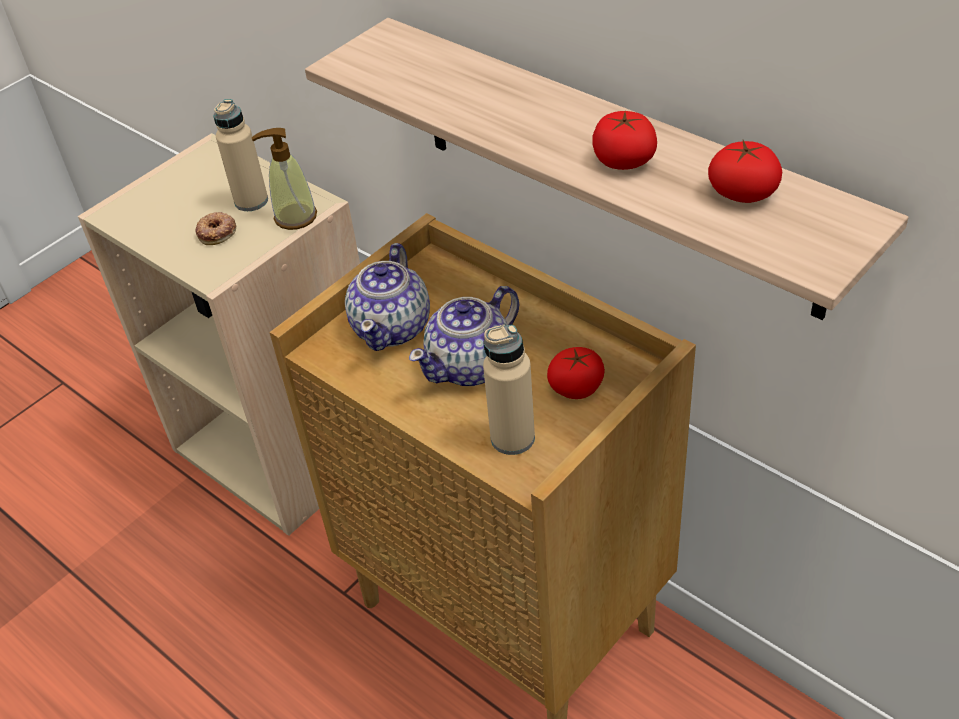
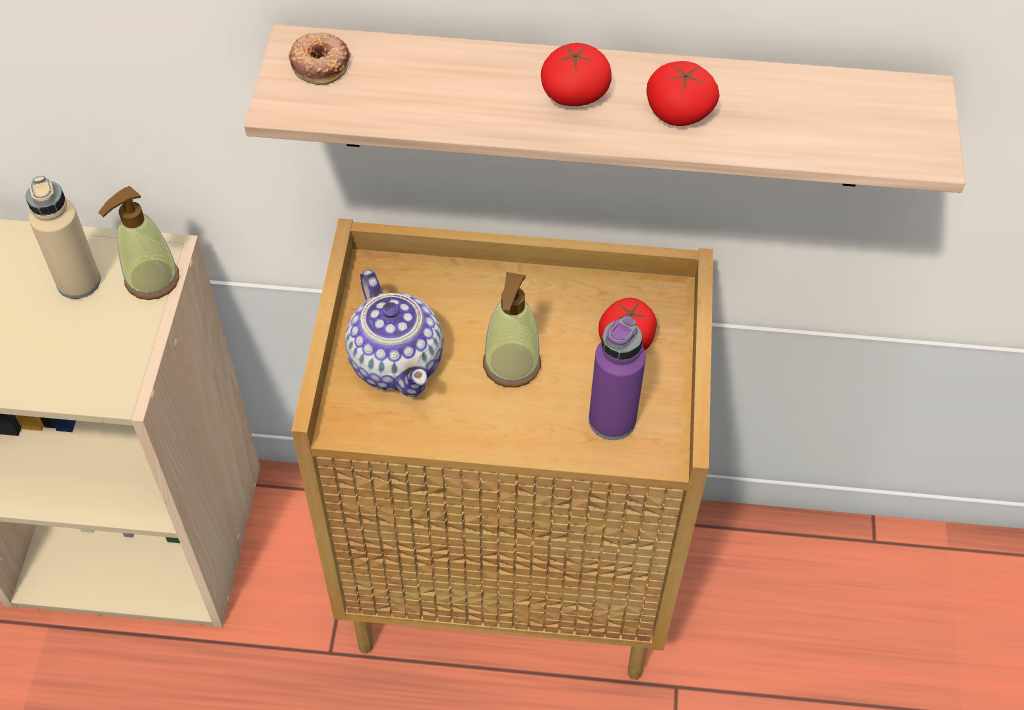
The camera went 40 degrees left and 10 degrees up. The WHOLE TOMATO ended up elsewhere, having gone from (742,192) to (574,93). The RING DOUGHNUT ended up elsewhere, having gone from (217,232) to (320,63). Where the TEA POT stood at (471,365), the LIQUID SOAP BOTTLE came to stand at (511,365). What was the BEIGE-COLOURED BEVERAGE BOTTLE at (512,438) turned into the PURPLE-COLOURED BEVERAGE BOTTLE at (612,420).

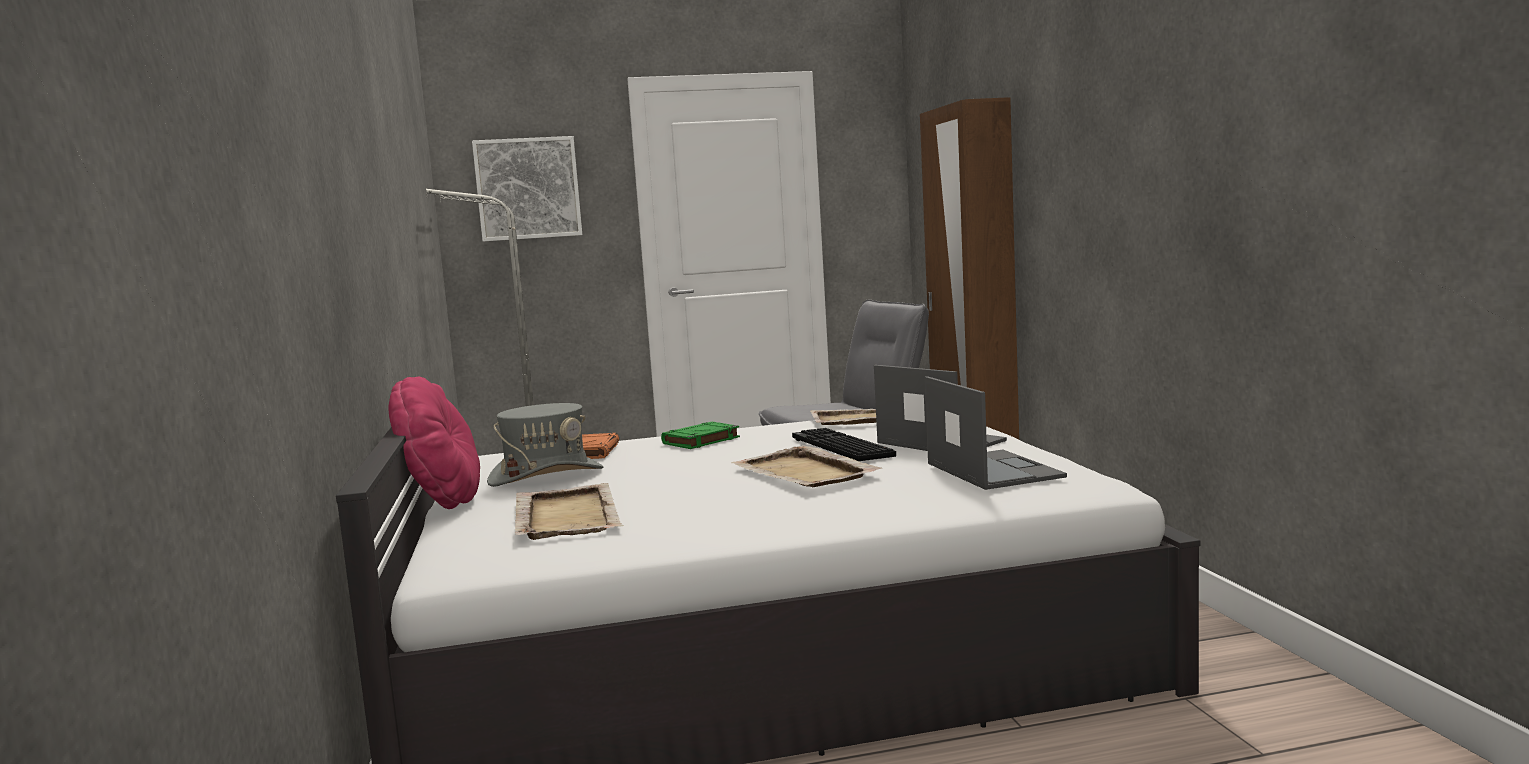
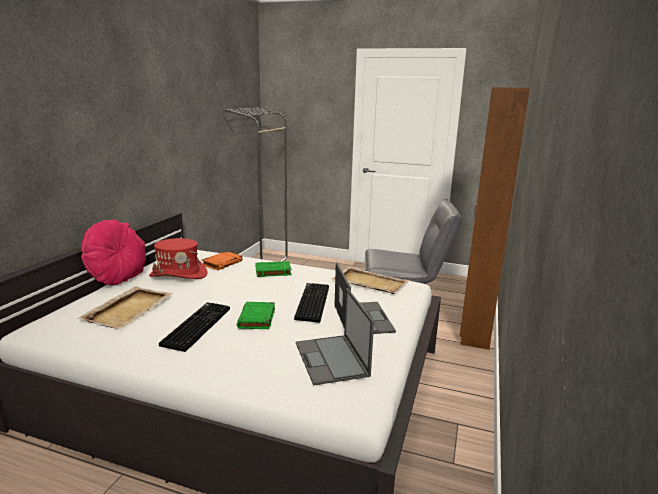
The camera went 30 degrees right and 10 degrees up. The second view lost the WALL ART at (528,188). The PORTABLE COMPUTER at (992,470) ended up facing another way, 150 degrees clockwise from before. What was the GREYISH CLOTHING HAT at (546,476) turned into the RED CLOTHING HAT at (178,275). Where the BEIGE-COLOURED CARRYING TRAY stood at (805,472), the GREEN-COLOURED VOLUME came to stand at (257,319). The second view gained the KEYBOARD at (196,326).

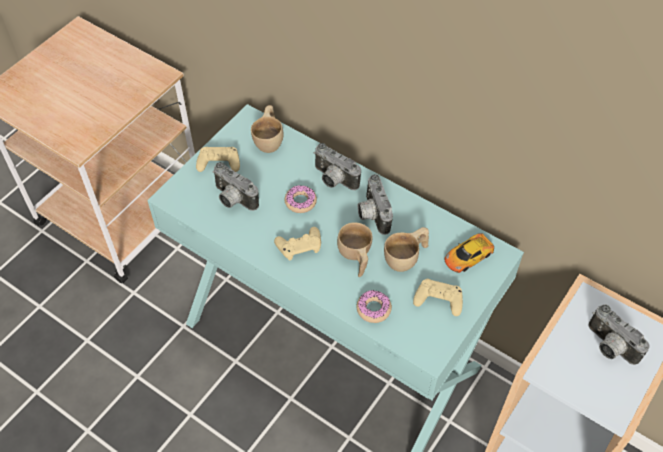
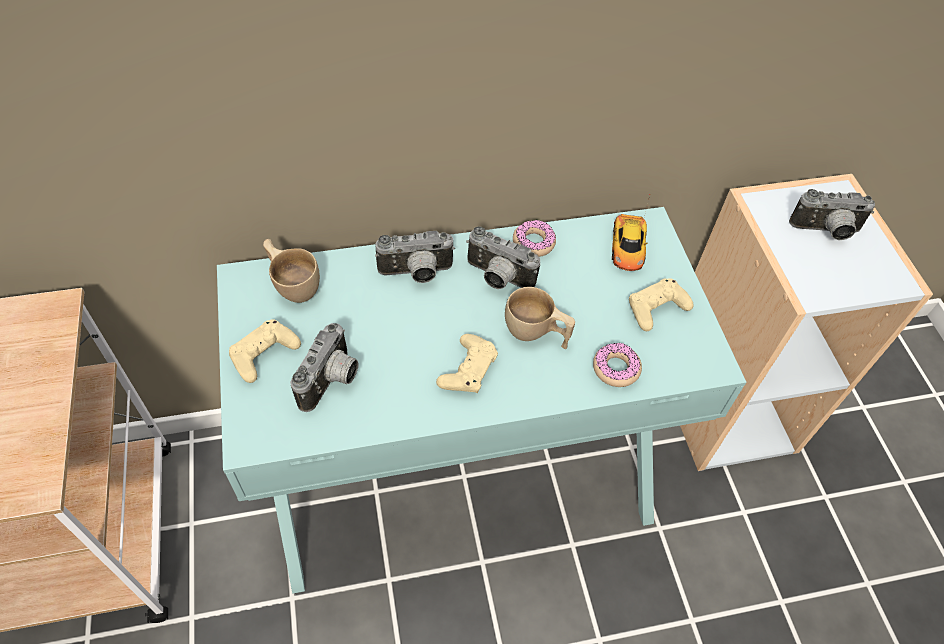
The camera went 50 degrees left and 0 degrees up. The STILL CAMERA at (232,199) ended up facing another way, 60 degrees counterclockwise from before. The RING DOUGHNUT ended up elsewhere, having gone from (300,202) to (533,243). The second view lost the BEIGE-COLOURED CUP at (407,258).

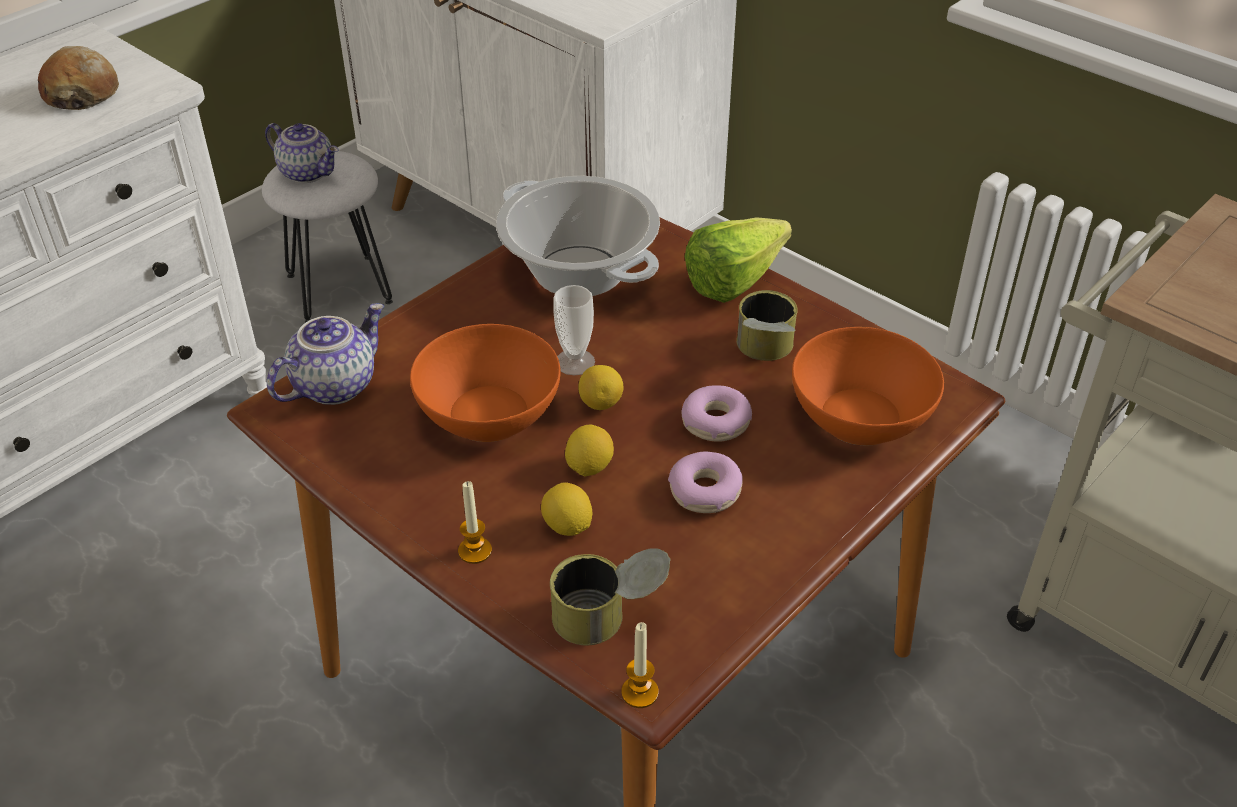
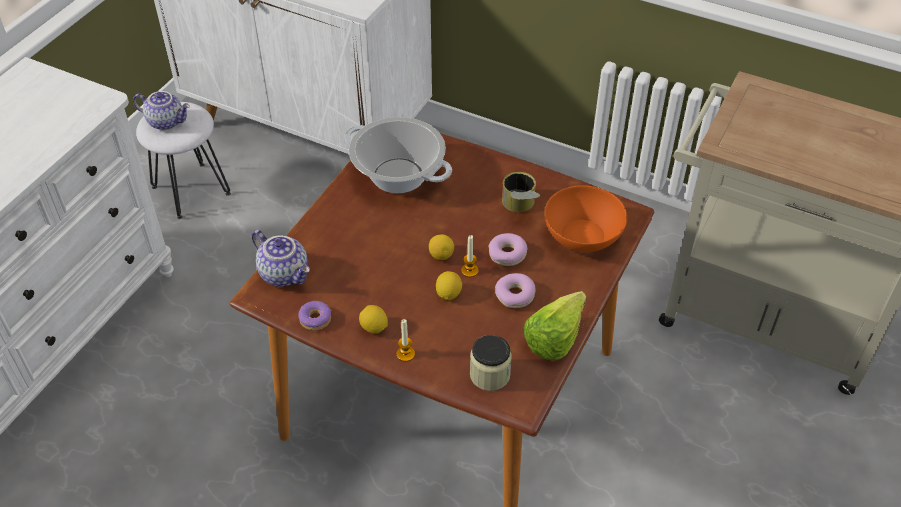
The camera went 15 degrees left and 5 degrees up. The second view lost the BAKED BREAD at (82,93). The HEAD OF LETTUCE ended up elsewhere, having gone from (743,280) to (560,335). The second view lost the CUP at (575,362). The TEA POT at (334,384) ended up facing another way, 105 degrees clockwise from before. The second view lost the ORANGE-COLOURED SERVING BOWL at (488,414). The CITRUS FRUIT ended up elsewhere, having gone from (567,526) to (374,328). Where the SEALED CAN stood at (609,618), the PRESERVE JAR came to stand at (490,375). The WAX CANDLE ended up elsewhere, having gone from (639,692) to (469,270). The second view gained the RING DOUGHNUT at (315,319).

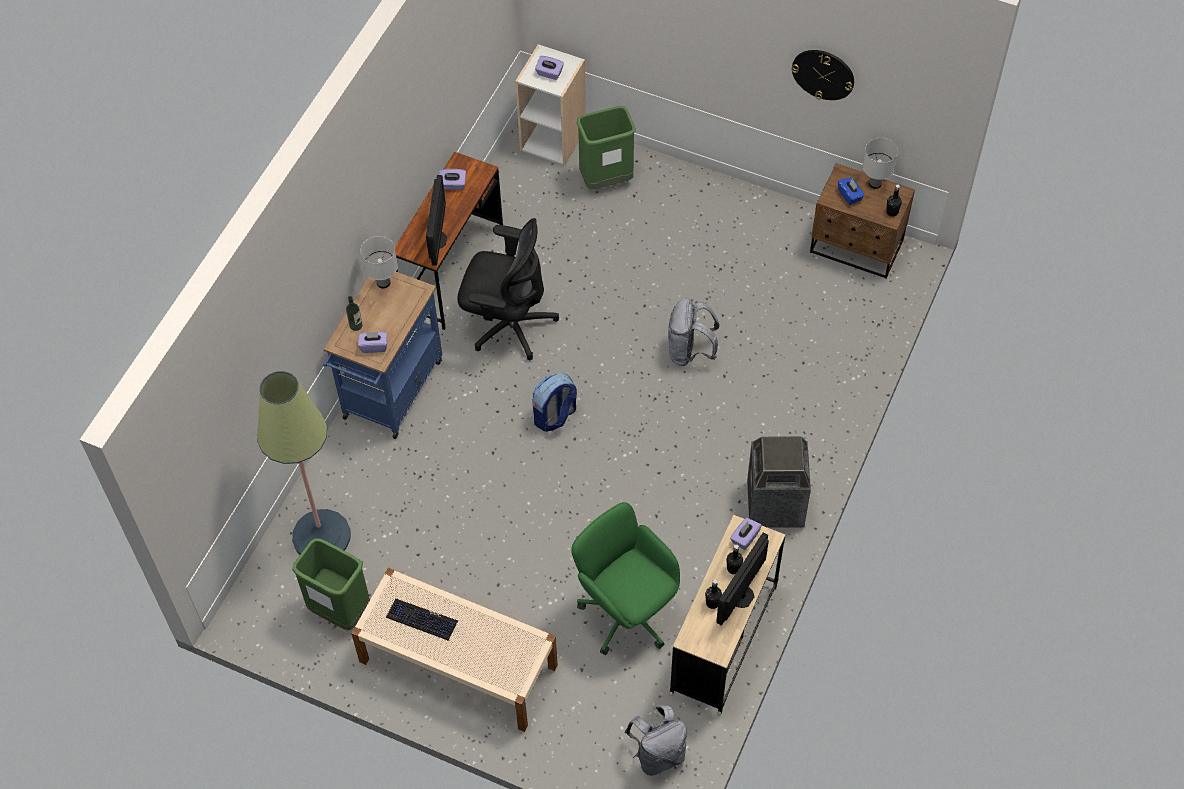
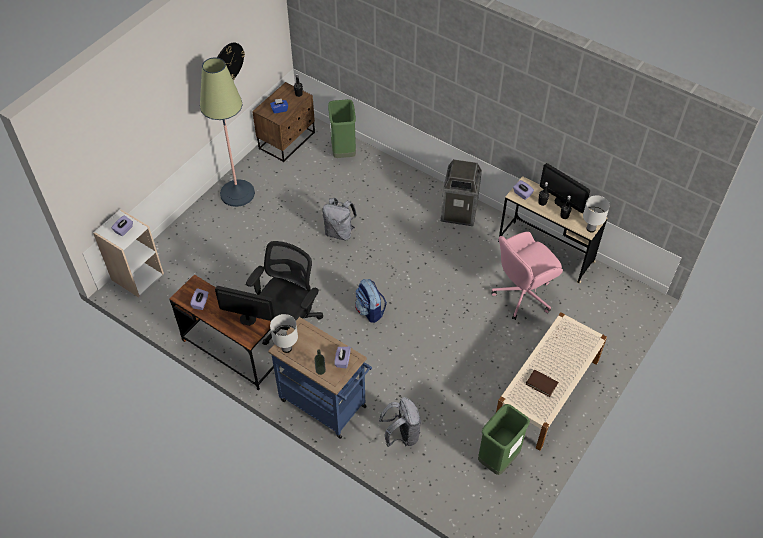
The camera went 80 degrees left and 5 degrees down. The GREEN-COLOURED TRASH CAN ended up elsewhere, having gone from (606,180) to (343,152). The WHITE-COLOURED LAMP FOR A TABLE ended up elsewhere, having gone from (875,183) to (590,228). The FLOOR LAMP ended up elsewhere, having gone from (321,536) to (237,193). What was the GREEN-COLOURED OFFICE CHAIR at (627,614) turned into the PINK OFFICE CHAIR at (522,295). Where the KEYBOARD stood at (422,620), the BROWNISH VOLUME came to stand at (541,384). The GREYISH BACKPACK ended up elsewhere, having gone from (658,754) to (402,435).

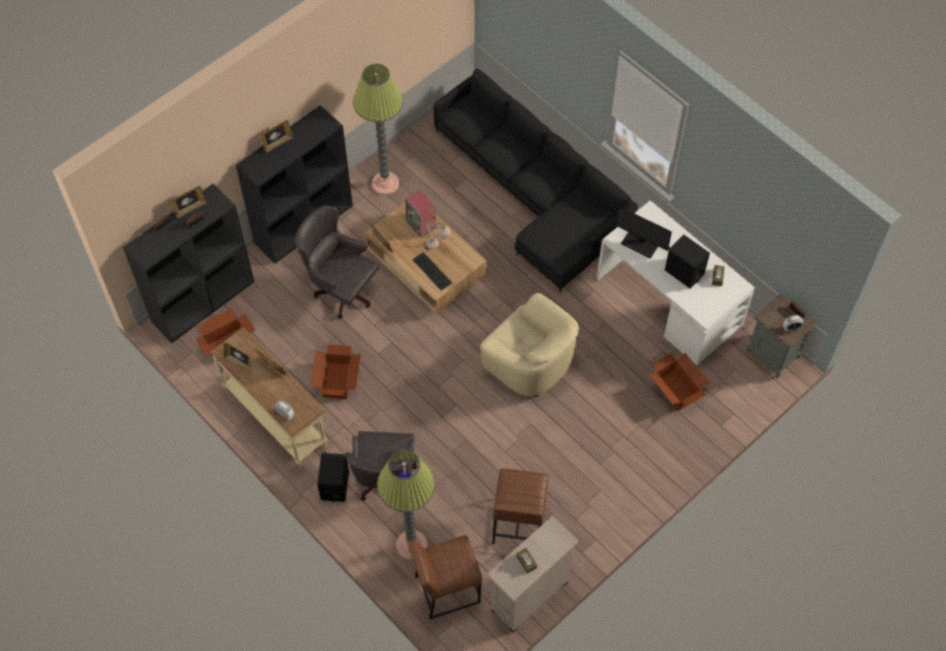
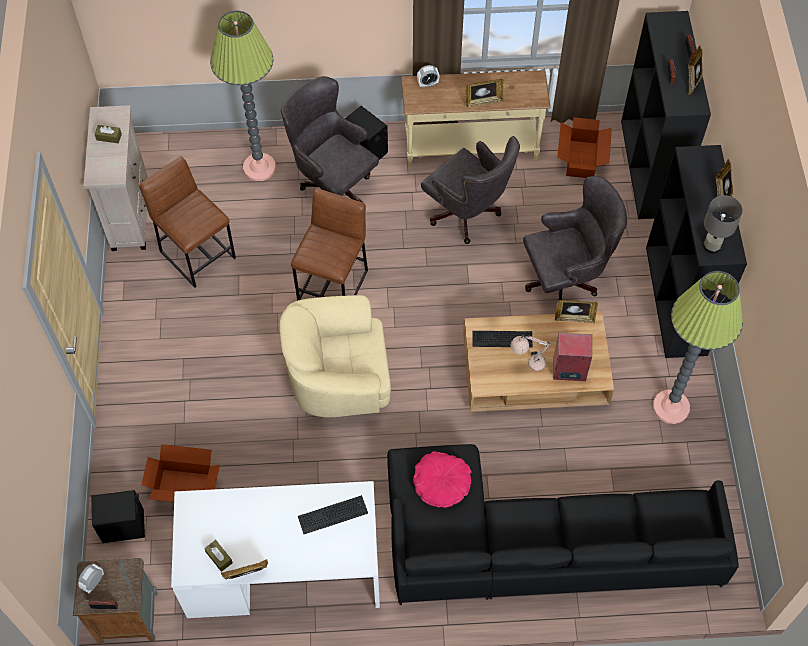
The camera went 130 degrees right and 0 degrees up. Where the COMPUTER SCREEN stood at (641,243), the KEYBOARD came to stand at (332,516). The BLACK SPEAKER ended up elsewhere, having gone from (684,272) to (123,526). The STANDING FRAME ended up elsewhere, having gone from (239,363) to (247,575). Where the PACKING BOX stood at (338,380), the GREYISH OFFICE CHAIR came to stand at (467,216). The BROWNISH PLAIN CHAIR ended up elsewhere, having gone from (446,589) to (333,284). The second view gained the GREYISH LAMP FOR A TABLE at (712,245). The second view gained the PINK PILLOW at (441,484).

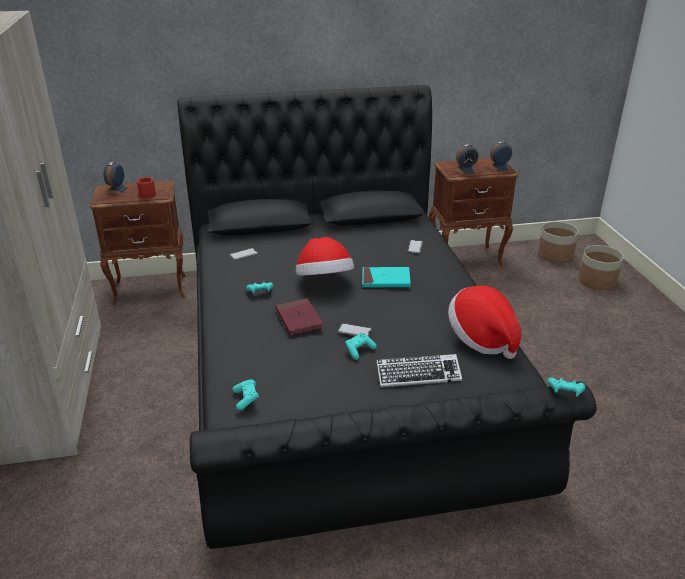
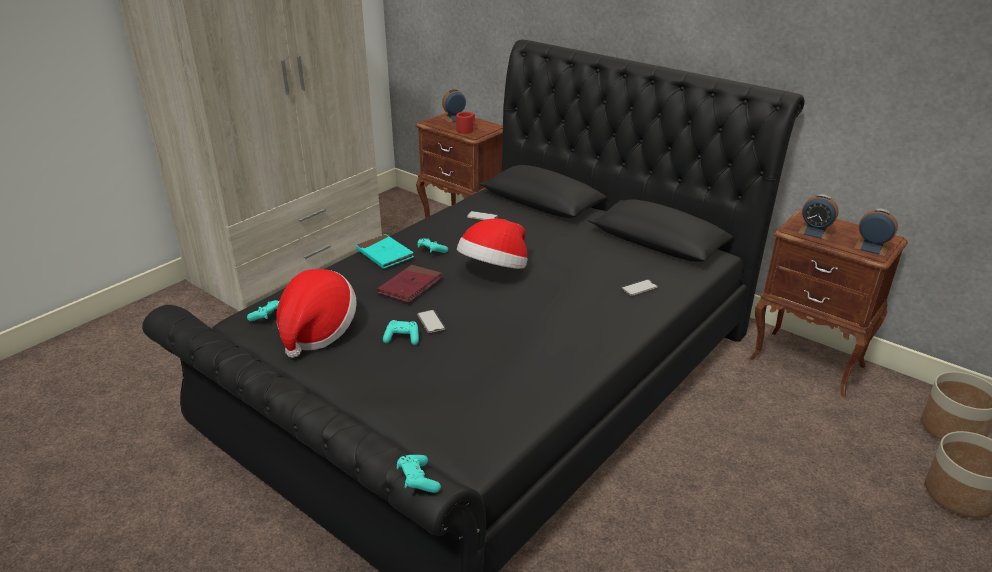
The camera went 50 degrees right and 0 degrees up. The TURQUOISE VOLUME ended up elsewhere, having gone from (386,280) to (384,254). The CLOTHING HAT ended up elsewhere, having gone from (481,338) to (317,331). The second view lost the KEYBOARD at (418,375).

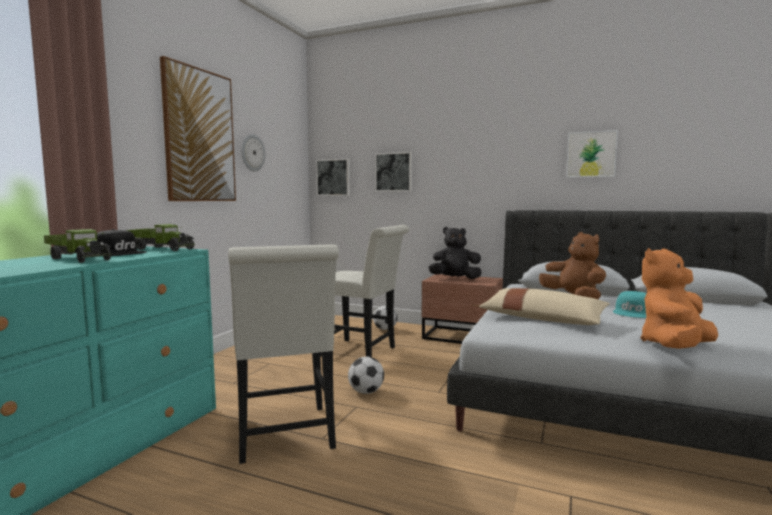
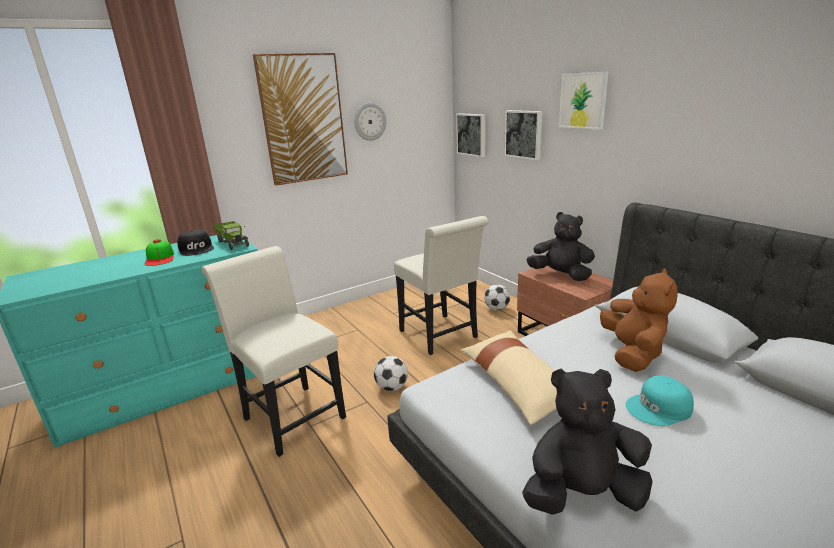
The camera went 35 degrees right and 15 degrees up. The WALL ART ended up elsewhere, having gone from (591,154) to (583,100). Where the TOY LORRY stood at (79,258), the BASEBALL CAP came to stand at (160,258). The WHITE-COLOURED PLAIN CHAIR at (285,437) ended up facing another way, 120 degrees clockwise from before. What was the ORANGE-COLOURED CUDDLY TOY at (675,347) turned into the BLACK CUDDLY TOY at (583,494).

